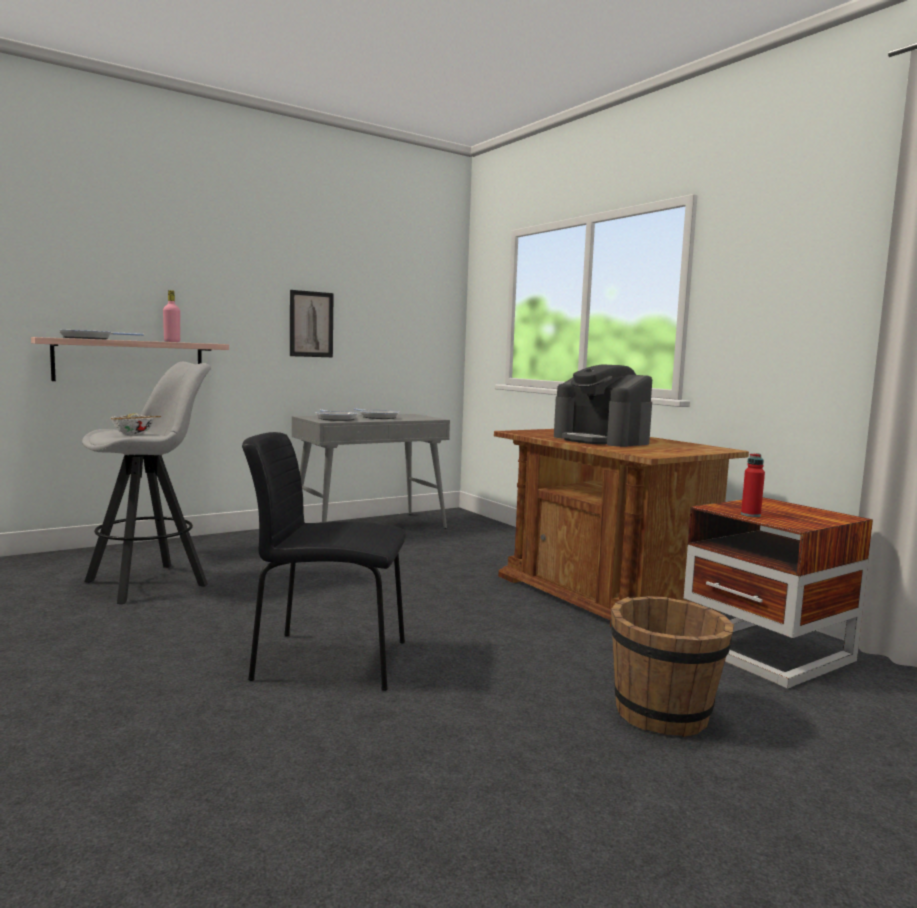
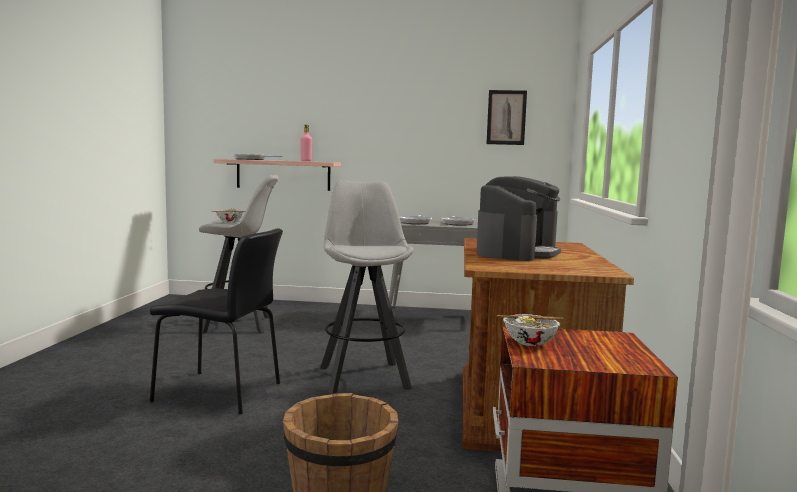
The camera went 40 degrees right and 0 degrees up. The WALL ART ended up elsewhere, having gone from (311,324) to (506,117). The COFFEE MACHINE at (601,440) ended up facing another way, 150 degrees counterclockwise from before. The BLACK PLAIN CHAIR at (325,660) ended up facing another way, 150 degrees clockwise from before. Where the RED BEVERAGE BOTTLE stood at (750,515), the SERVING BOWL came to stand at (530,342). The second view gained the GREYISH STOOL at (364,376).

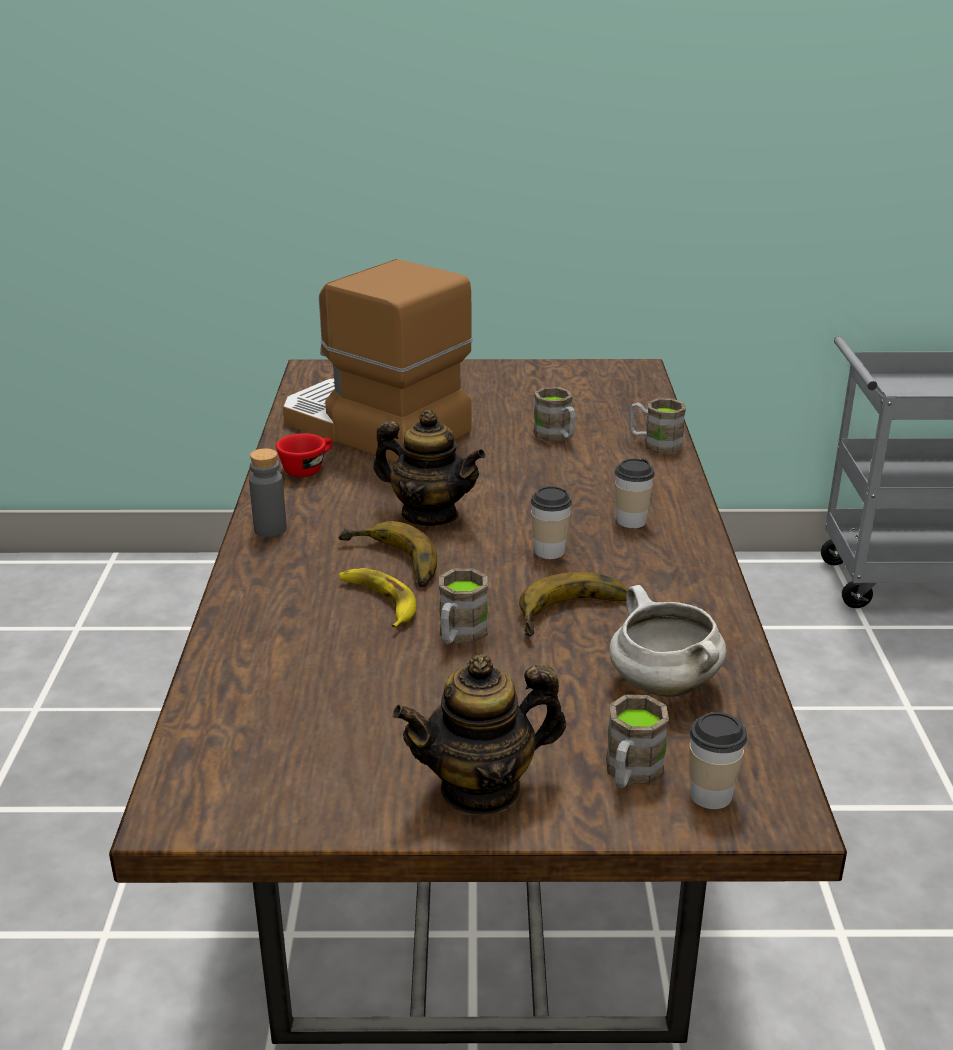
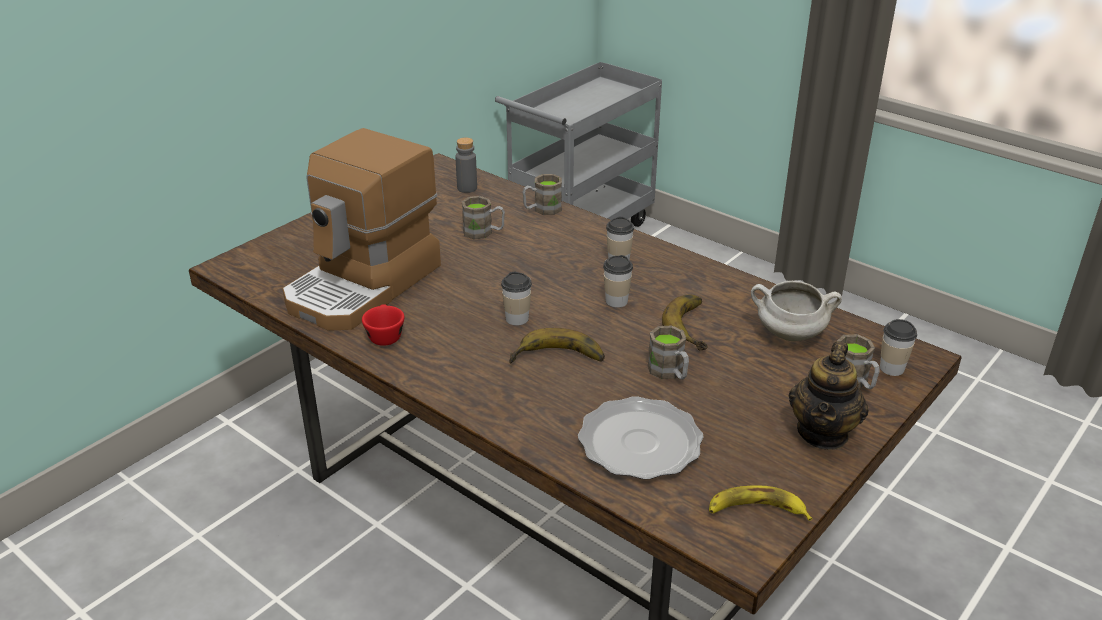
The camera went 50 degrees left and 5 degrees up. The COFFEE MACHINE at (372,428) ended up facing another way, 45 degrees counterclockwise from before. Where the TEA POT stood at (429,514), the CUP came to stand at (517,319). The GREYISH BEVERAGE BOTTLE ended up elsewhere, having gone from (270,529) to (467,188). The WHOLE BANANA ended up elsewhere, having gone from (379,601) to (756,510). The second view gained the PLATE at (640,443).

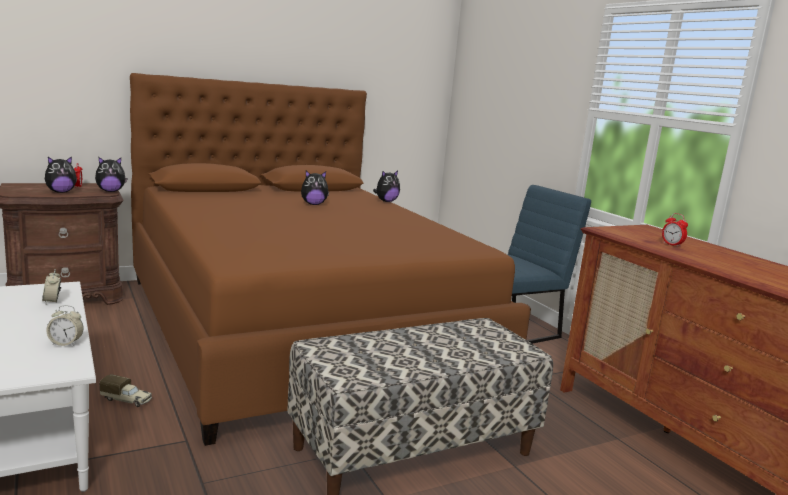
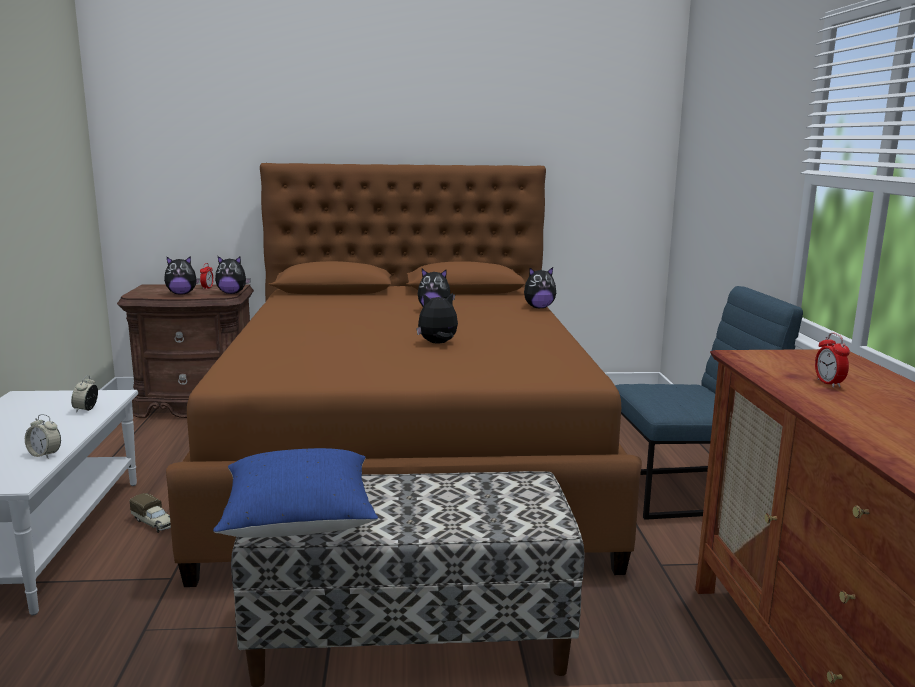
The camera went 25 degrees right and 0 degrees up. The second view gained the CUDDLY TOY at (438,344). The second view gained the BLUE PILLOW at (299,520).

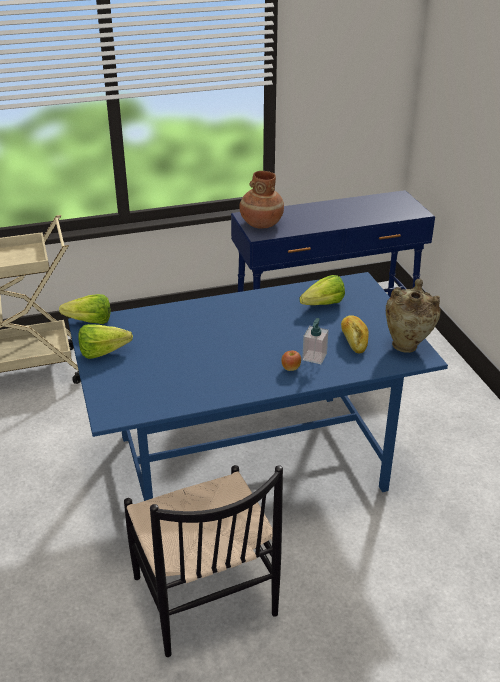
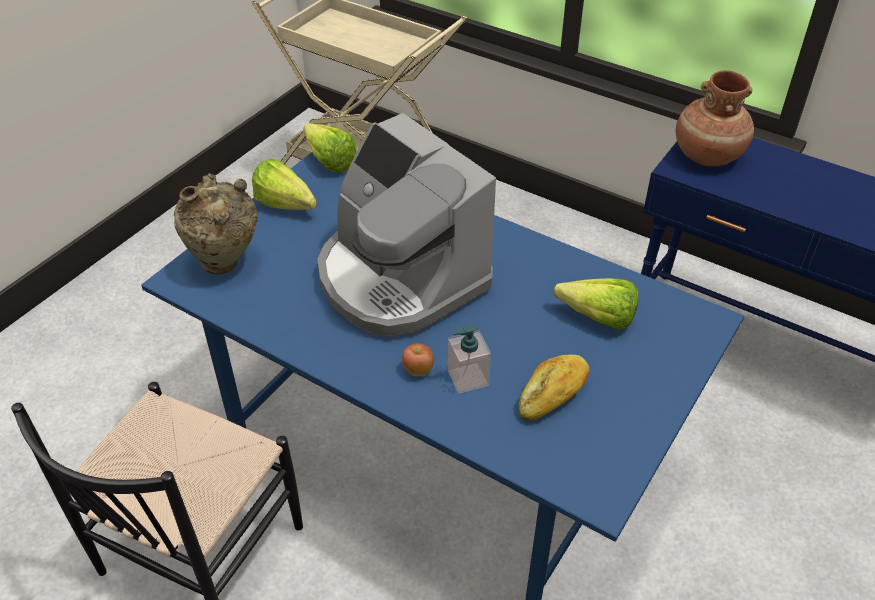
The camera went 50 degrees right and 10 degrees up. The BEIGE-COLOURED DECORATIVE VASE ended up elsewhere, having gone from (407,345) to (226,265). The second view gained the COFFEE MACHINE at (399,279).

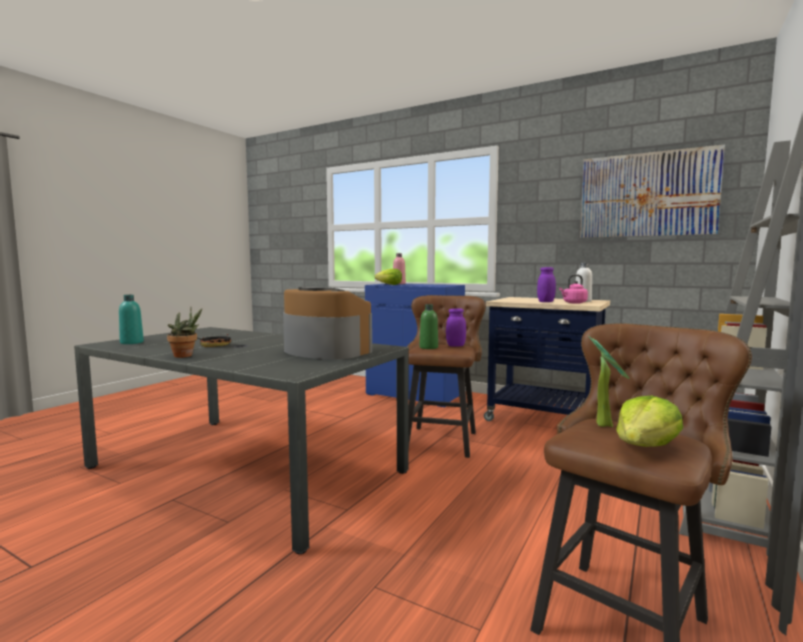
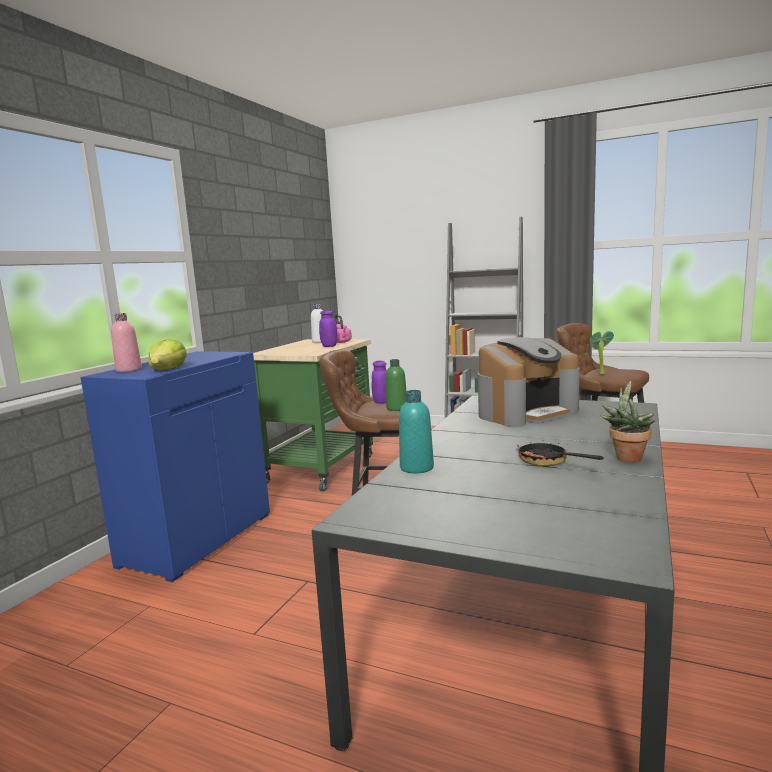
The camera went 95 degrees left and 5 degrees up. The second view lost the WALL ART at (647,195). The COFFEE MACHINE at (325,351) ended up facing another way, 150 degrees counterclockwise from before. The TURQUOISE BEVERAGE BOTTLE ended up elsewhere, having gone from (132,342) to (416,468). What was the BLUE CART at (543,419) turned into the GREEN-COLOURED CART at (320,468). The second view lost the HEAD OF LETTUCE at (645,446).

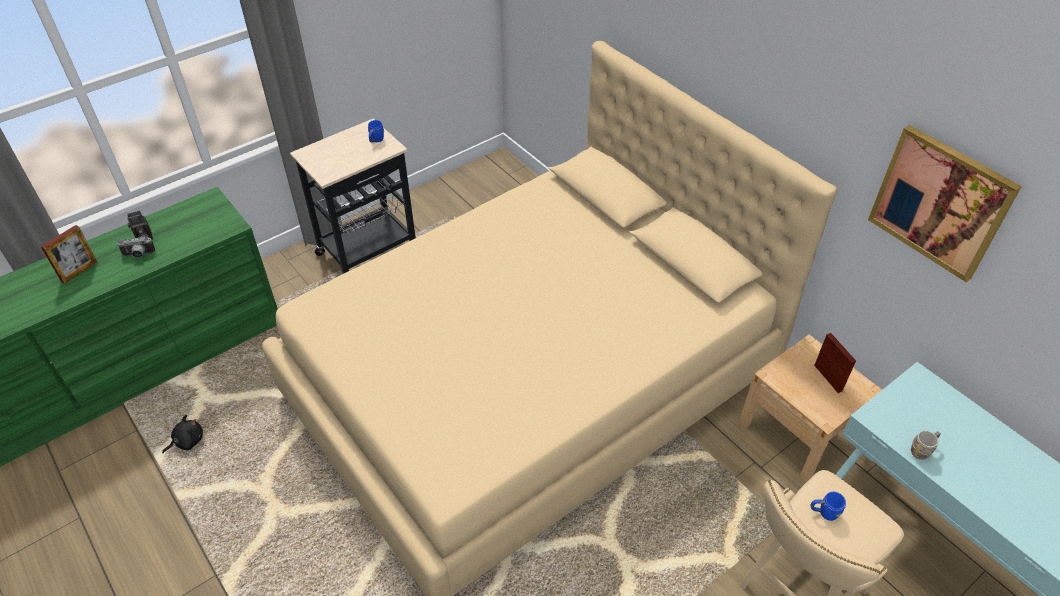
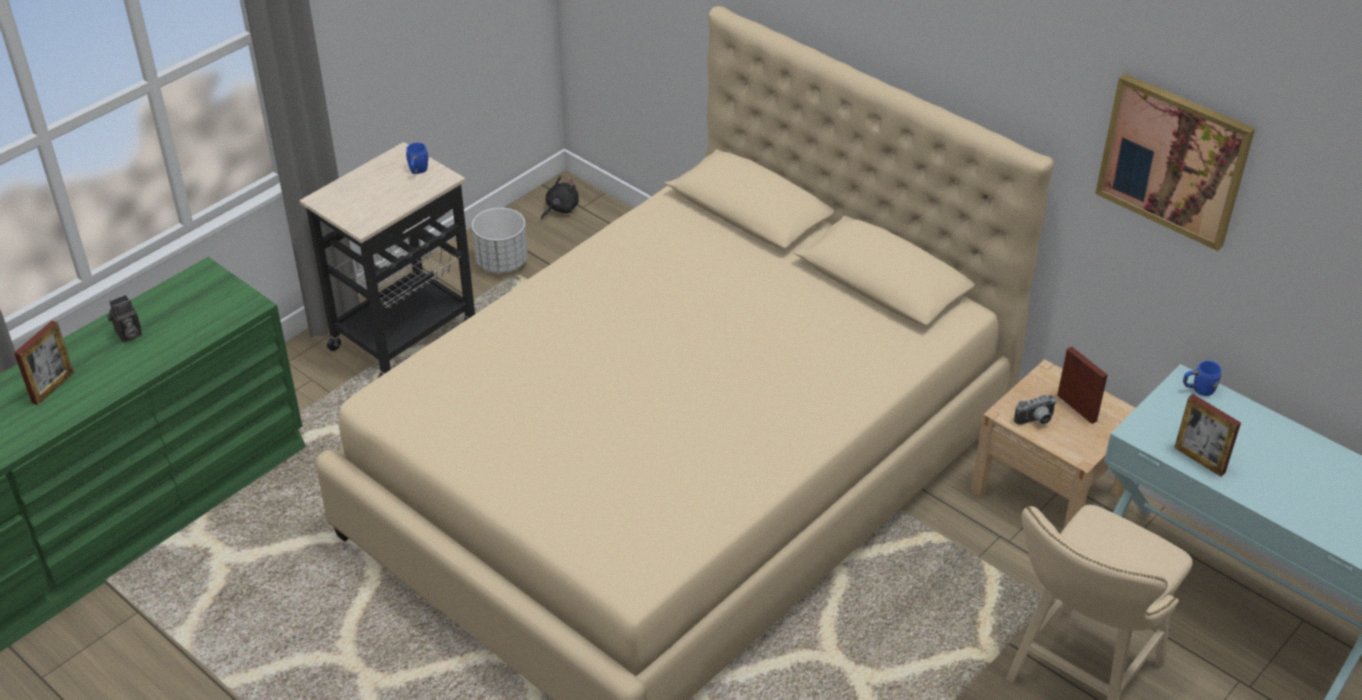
The camera went 10 degrees left and 5 degrees down. The STILL CAMERA ended up elsewhere, having gone from (138,255) to (1036,421). The BLACK CUDDLY TOY ended up elsewhere, having gone from (187,441) to (560,208). Where the GREYISH COFFEE MUG stood at (922,450), the STANDING FRAME came to stand at (1199,460). The BLUE COFFEE MUG ended up elsewhere, having gone from (824,512) to (1198,389). The second view gained the WHITE-COLOURED PLANTER at (501,263).

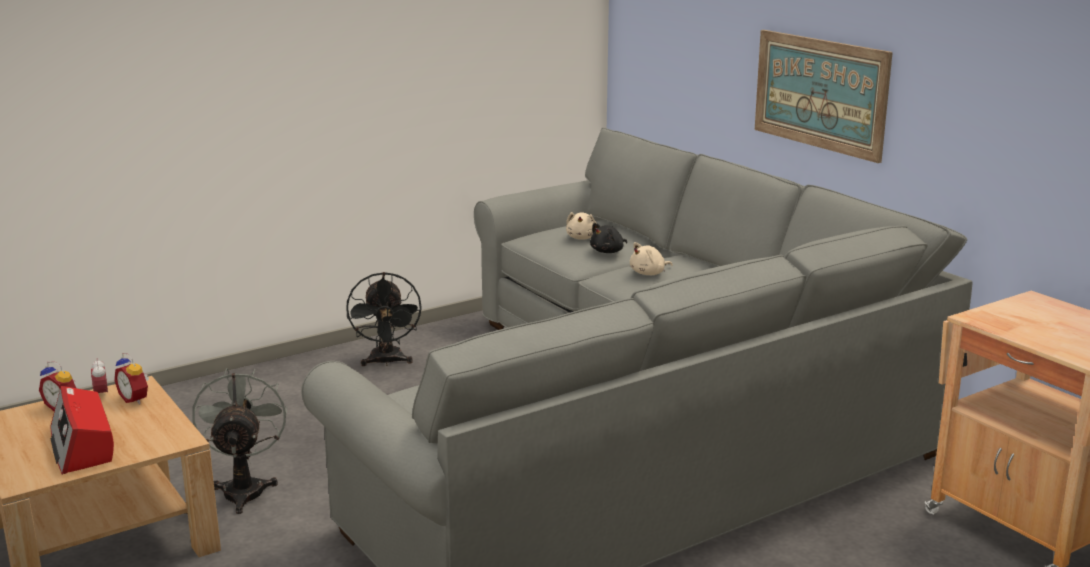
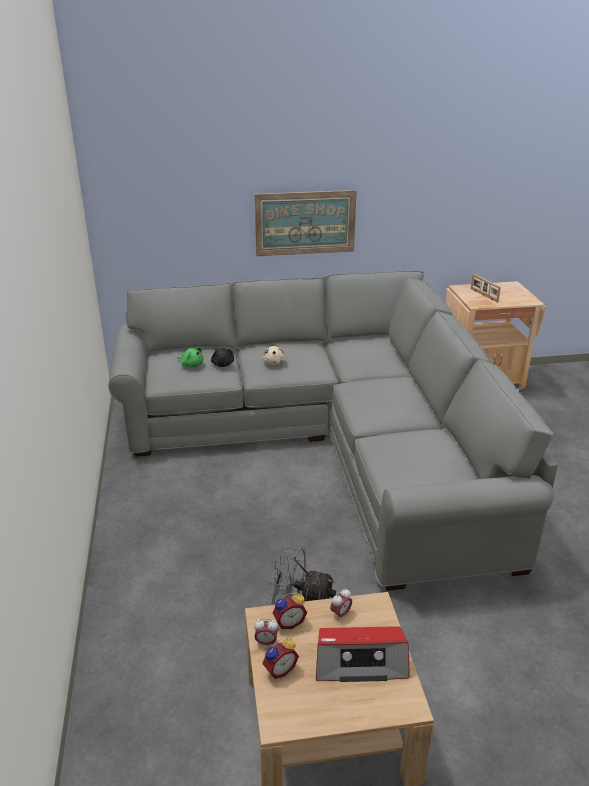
The camera went 65 degrees left and 10 degrees up. What was the BEIGE-COLOURED CUDDLY TOY at (582,238) turned into the GREEN-COLOURED CUDDLY TOY at (191,365). The second view lost the BLACK COOLING FAN at (386,362). The second view gained the STANDING FRAME at (483,295). The second view gained the BEDSIDE CLOCK at (340,614).

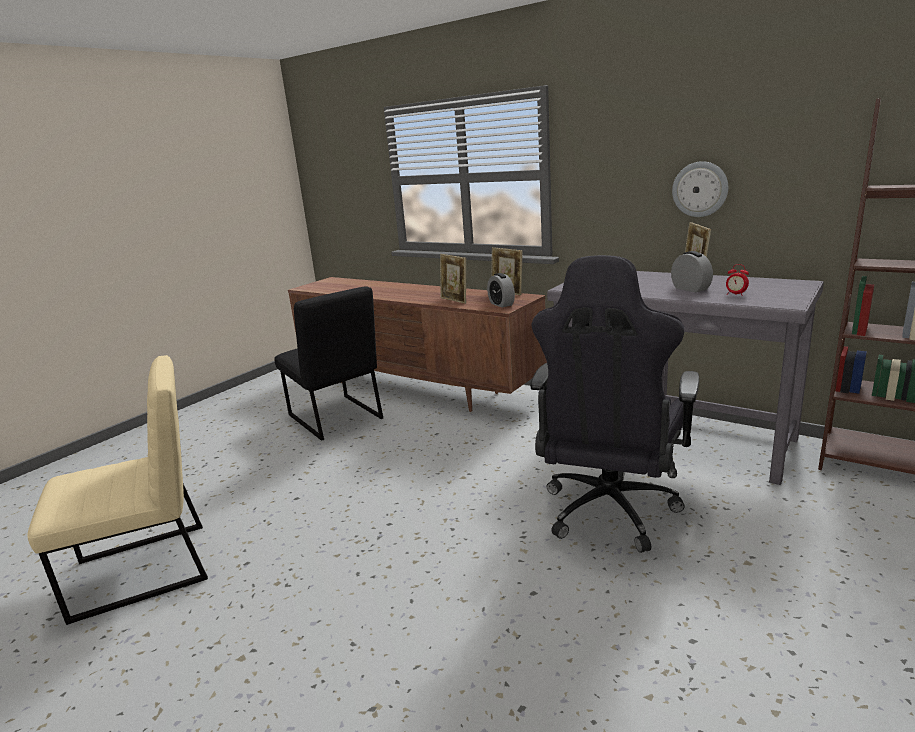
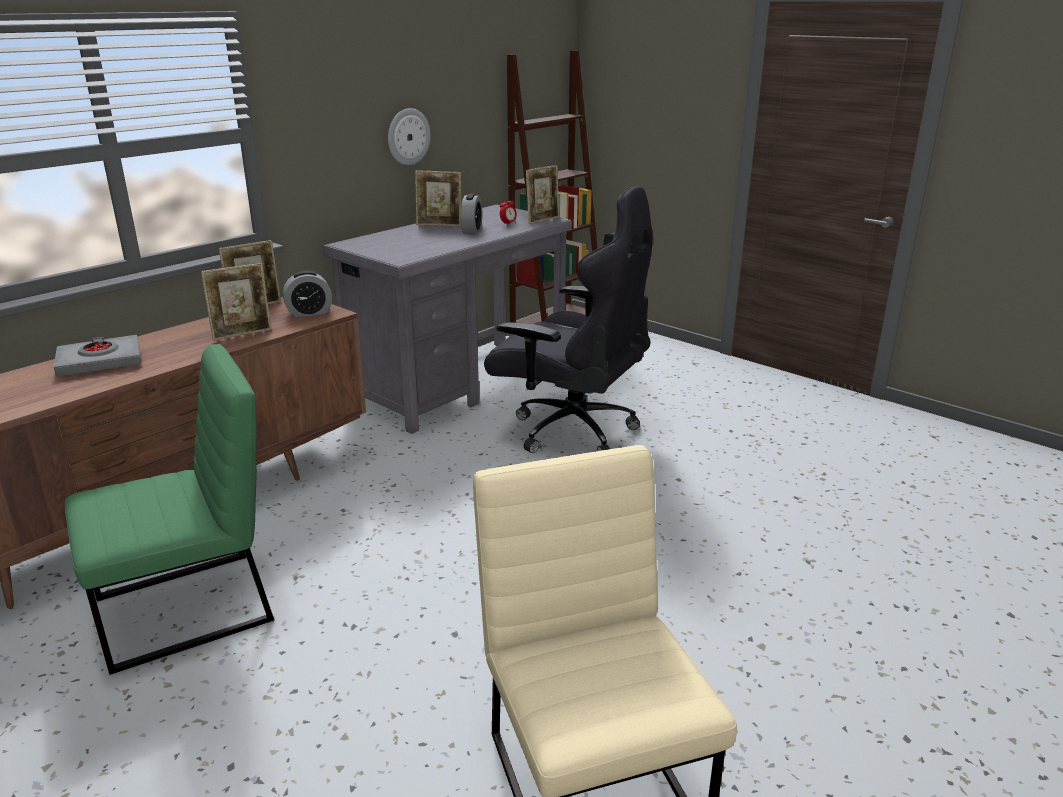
The camera went 85 degrees left and 5 degrees up. The BEDSIDE CLOCK at (690,289) ended up facing another way, 120 degrees clockwise from before. What was the BLACK PLAIN CHAIR at (335,418) turned into the GREEN-COLOURED PLAIN CHAIR at (190,608). The second view gained the STANDING FRAME at (543,220). The second view gained the GREYISH VOLUME at (100,361).

